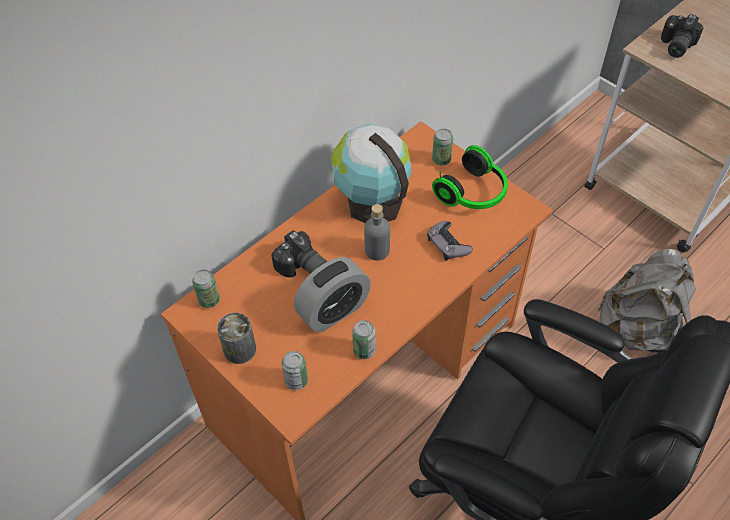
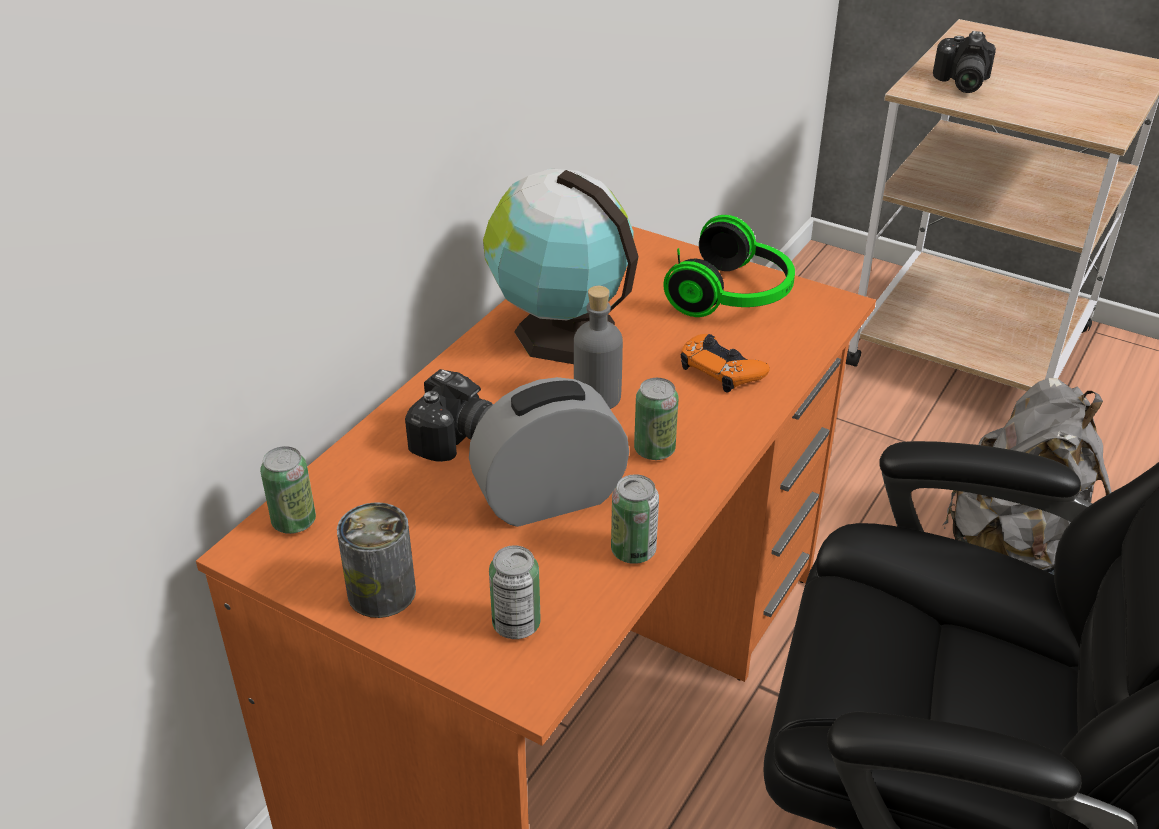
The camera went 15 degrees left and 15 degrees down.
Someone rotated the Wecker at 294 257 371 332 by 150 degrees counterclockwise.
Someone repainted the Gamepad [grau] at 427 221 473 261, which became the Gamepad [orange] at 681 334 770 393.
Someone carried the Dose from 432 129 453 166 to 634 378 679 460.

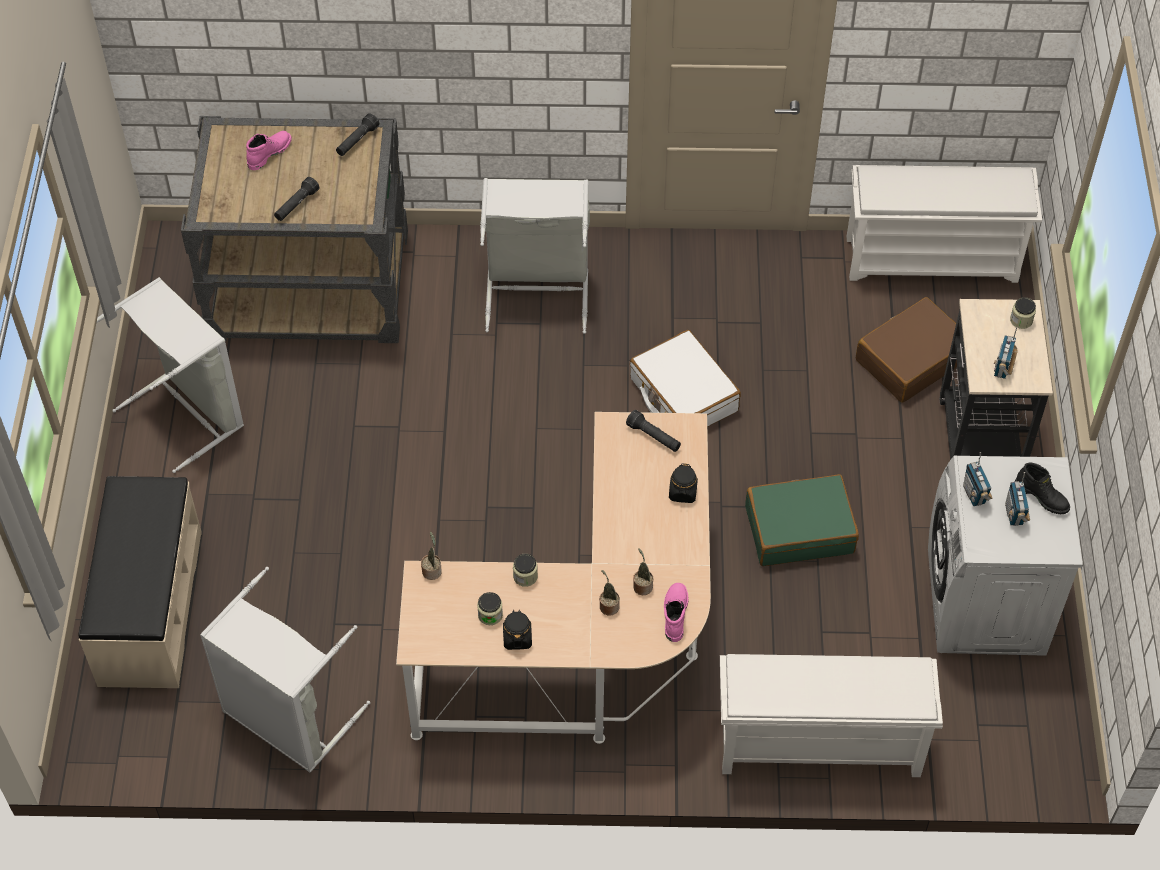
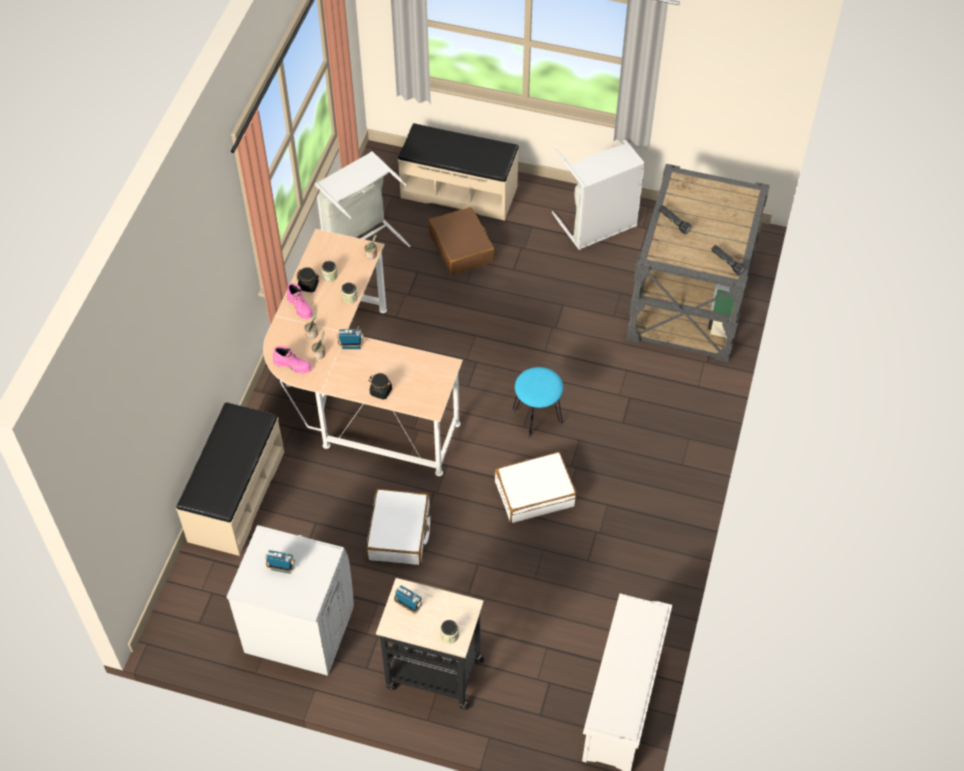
The camera went 105 degrees right and 0 degrees up.
Someone carried the Stiefel [rosa] from 246 131 292 170 to 287 283 313 319.
Someone took away the Wäschekorb [grau] at 480 178 590 334.
Someone took away the Taschenlampe [schwarz] at 626 410 681 452.
Someone swapped the Schuhregal [weiß] at 720 654 943 777 for the Bank [beige] at 176 402 284 556.
Someone repainted the Koffer [grün] at 745 474 859 566, which became the Koffer [weiß] at 366 489 430 565.
Someone carried the Koffer [braun] from 856 297 957 403 to 428 207 495 275.
Someone carried the Radio from 963 452 992 506 to 337 326 364 349.
Someone took away the Stiefel [schwarz] at 1015 463 1070 514.
Someone put down the Hocker [türkis] at 513 367 563 438.

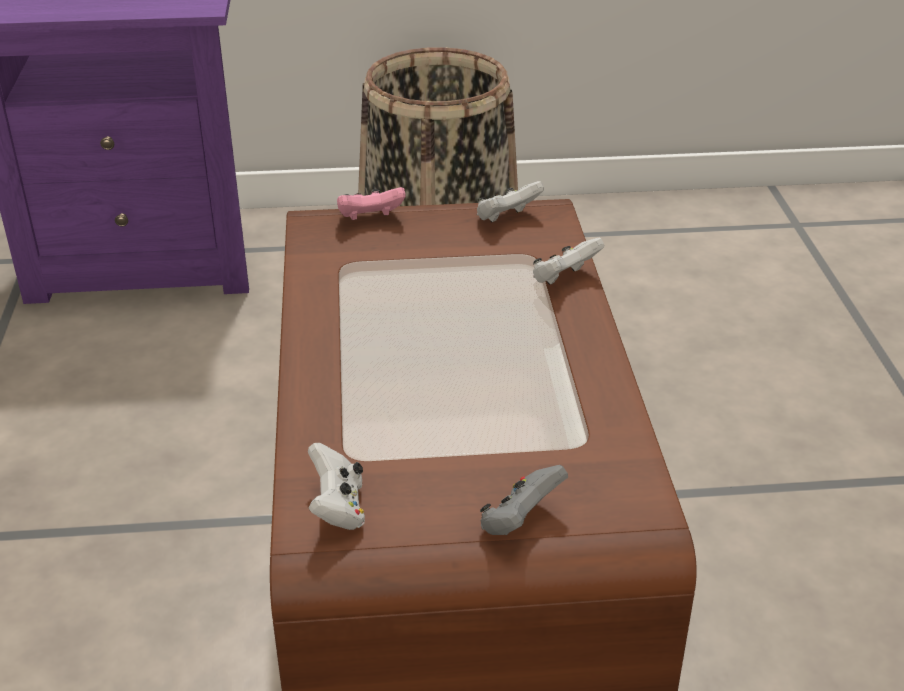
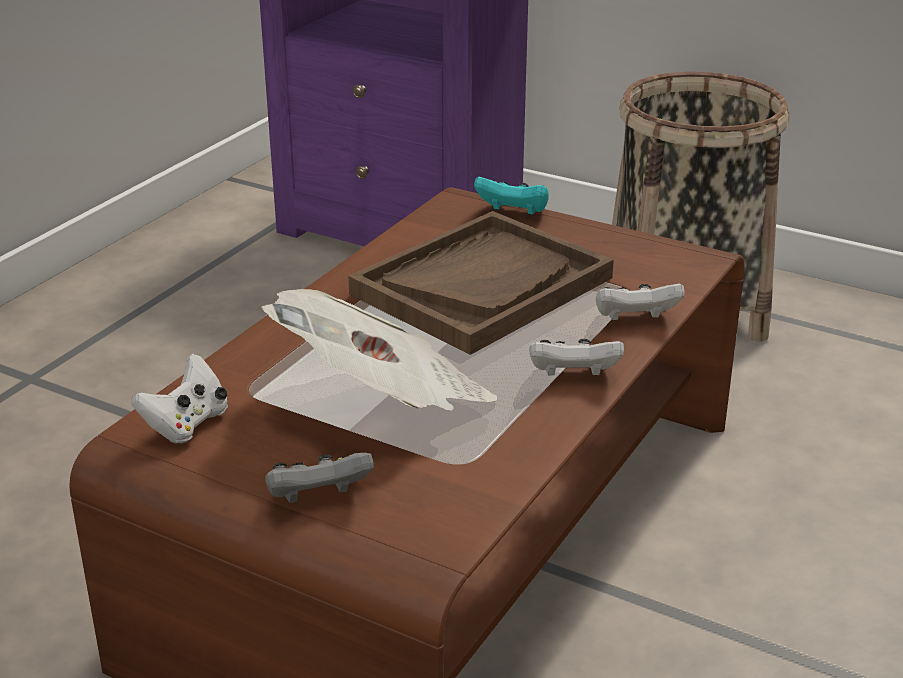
The camera went 35 degrees right and 5 degrees down.
Someone repainted the Gamepad [rosa] at 337 187 405 220, which became the Gamepad [türkis] at 474 177 549 215.
Someone carried the Gamepad [weiß] from 477 181 544 222 to 529 339 624 376.
Someone put down the Zeitung at 261 289 497 411.
Someone put down the Tablett [braun] at 348 211 614 355.

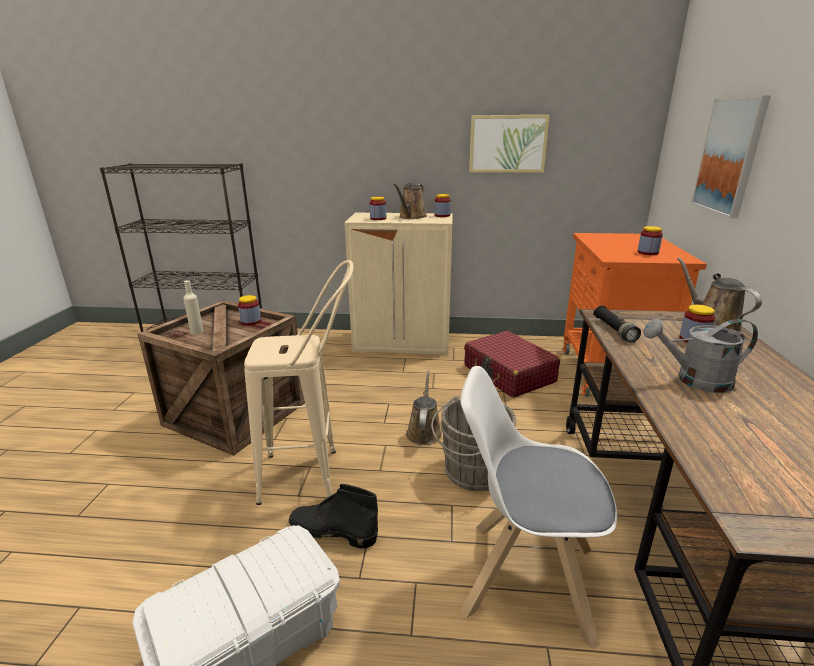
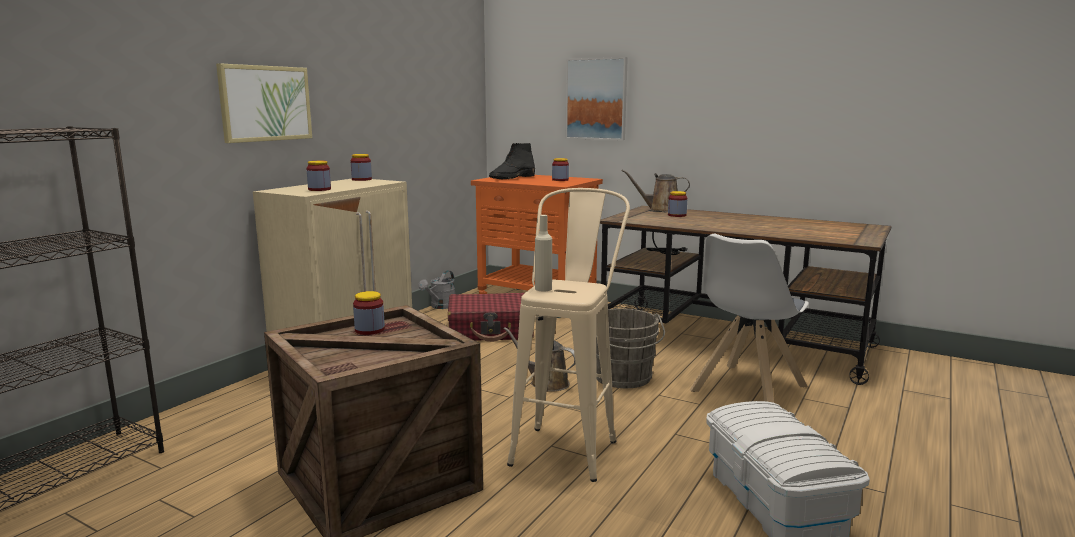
The camera went 65 degrees left and 10 degrees down.
Someone carried the Flasche [beige] from 183 280 204 335 to 535 215 552 291.
Someone carried the Stiefel [schwarz] from 289 484 378 549 to 489 143 535 179.
Someone took away the Gießkanne [braun] at 393 183 427 219.
Someone carried the Bild from 469 115 550 173 to 216 63 312 143.
Someone took away the Taschenlampe [schwarz] at 593 306 641 342.
Someone carried the Gießkanne [grau] from 643 318 758 393 to 418 270 455 309.

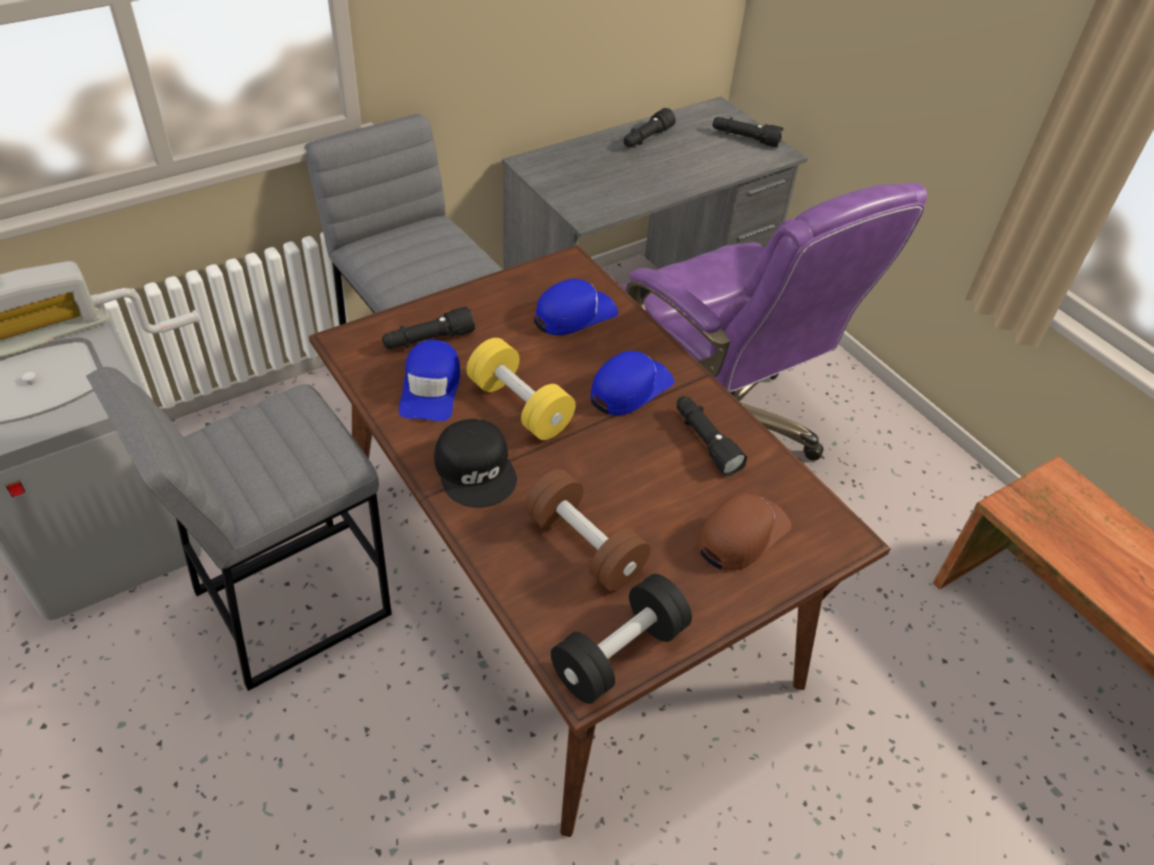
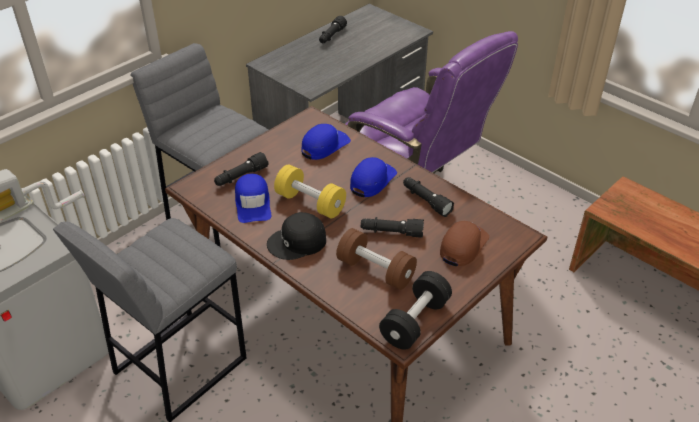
The camera went 10 degrees left and 5 degrees down.
Someone rotated the Kappe [schwarz] at 434 419 517 508 by 105 degrees clockwise.
Someone carried the Taschenlampe [schwarz] from 713 117 783 148 to 361 217 424 238.

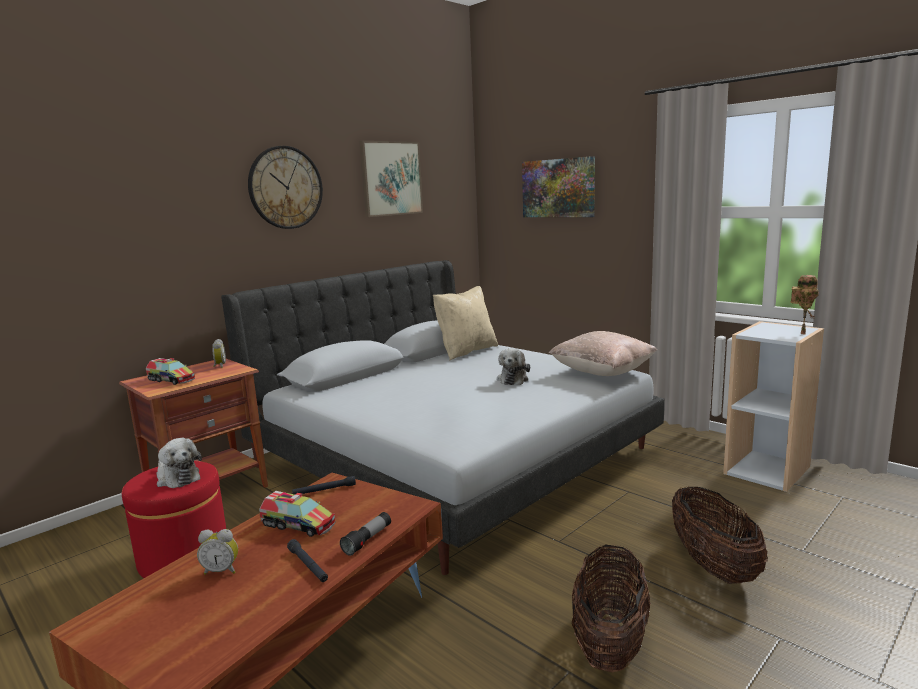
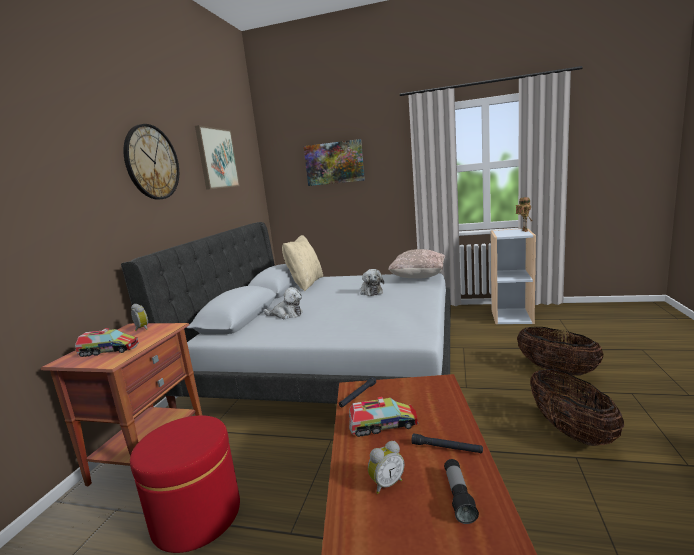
The camera went 30 degrees left and 0 degrees up.
Someone carried the Plüschtier from 156 438 202 488 to 263 287 303 320.
Someone carried the Taschenlampe from 340 512 391 556 to 444 459 479 524.

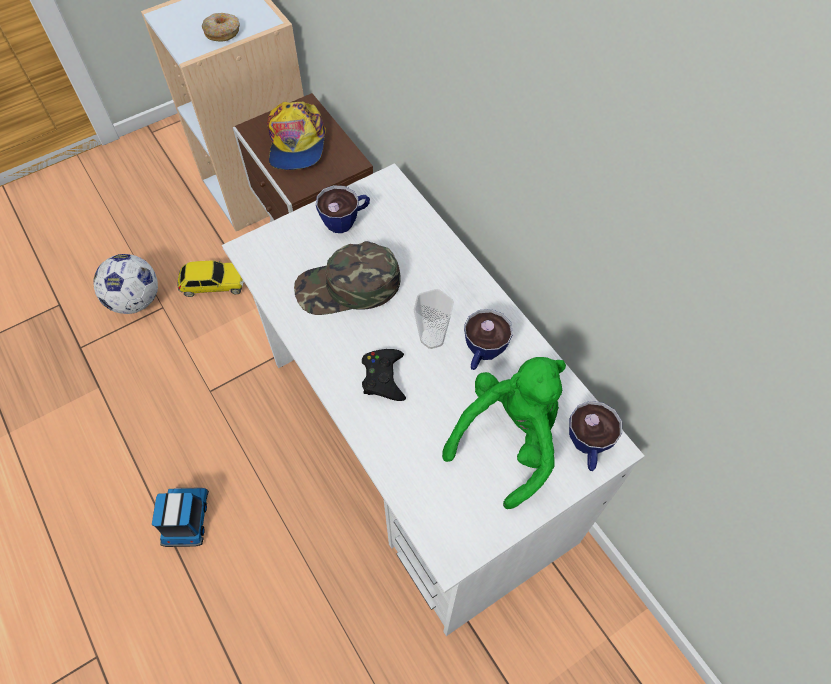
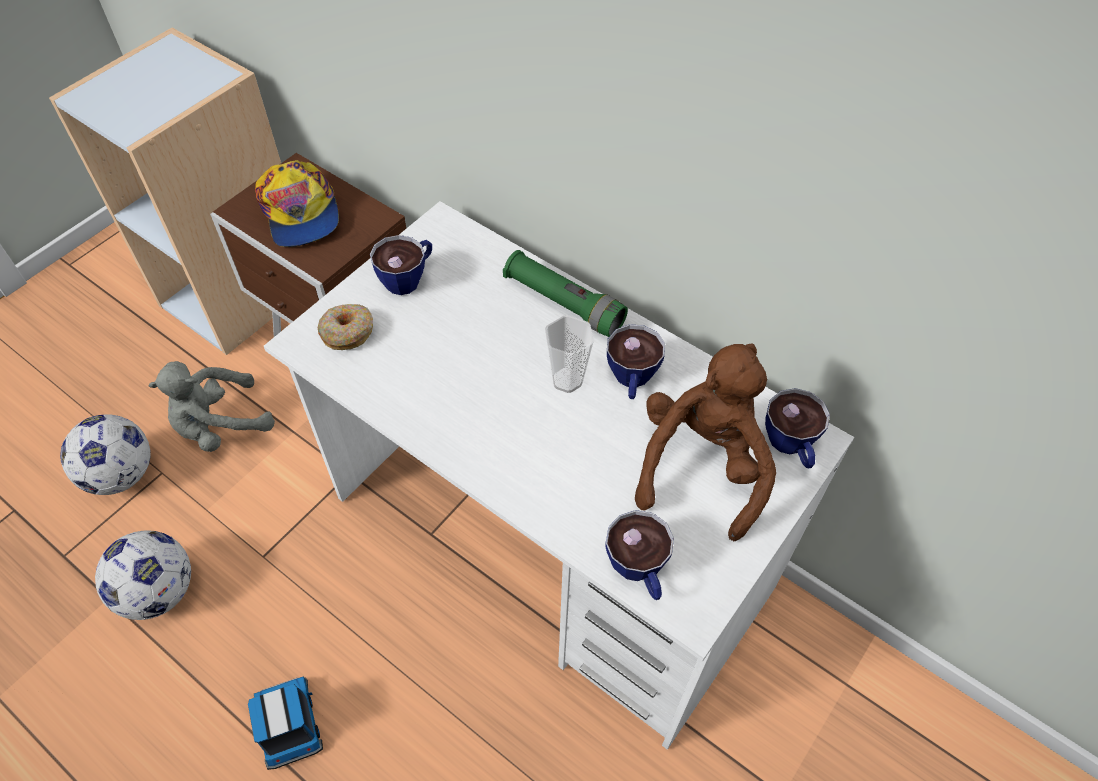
The camera went 20 degrees left and 5 degrees down.
Someone swapped the Spielzeugauto at 178 260 244 297 for the Plüschtier [grau] at 149 361 275 452.
Someone carried the Donut from 202 13 240 42 to 318 304 373 350.
Someone took away the Kappe [grün] at 294 241 401 315.
Someone took away the Gamepad [schwarz] at 362 349 406 401.
Someone repainted the Plüschtier [grün] at 442 357 566 509, which became the Plüschtier [braun] at 635 343 776 542.
Someone put down the Fußball at 95 530 191 620.
Someone put down the Taschenlampe [grün] at 503 250 628 337.
Someone put down the Tasse at 606 510 674 600.

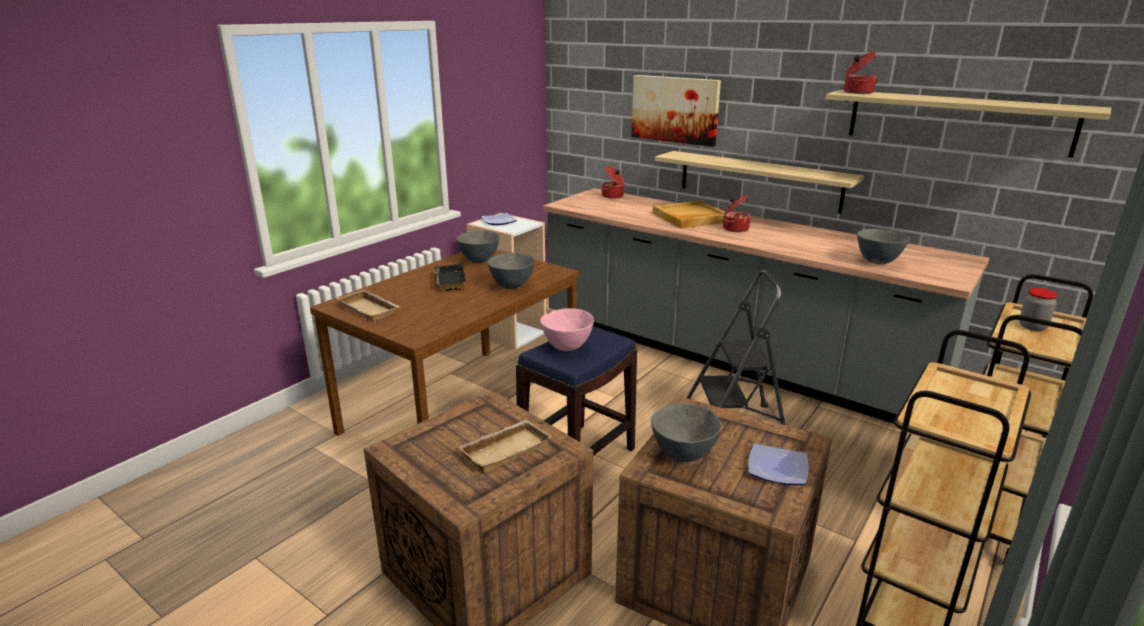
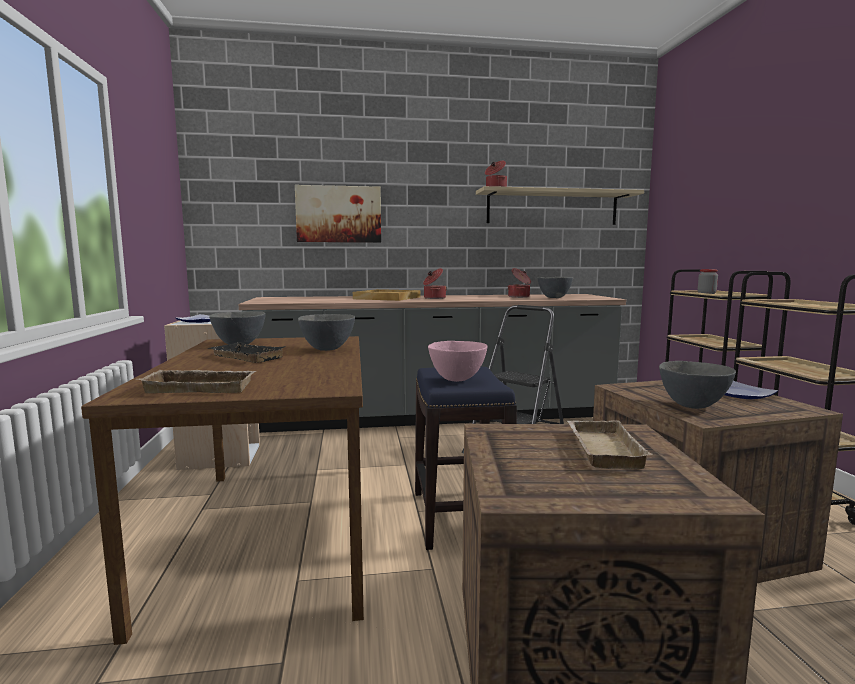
The camera went 45 degrees left and 15 degrees down.
Someone carried the Kochtopf from 601 166 625 199 to 508 268 531 298.
Someone took away the Wandregal at 655 151 864 214.

